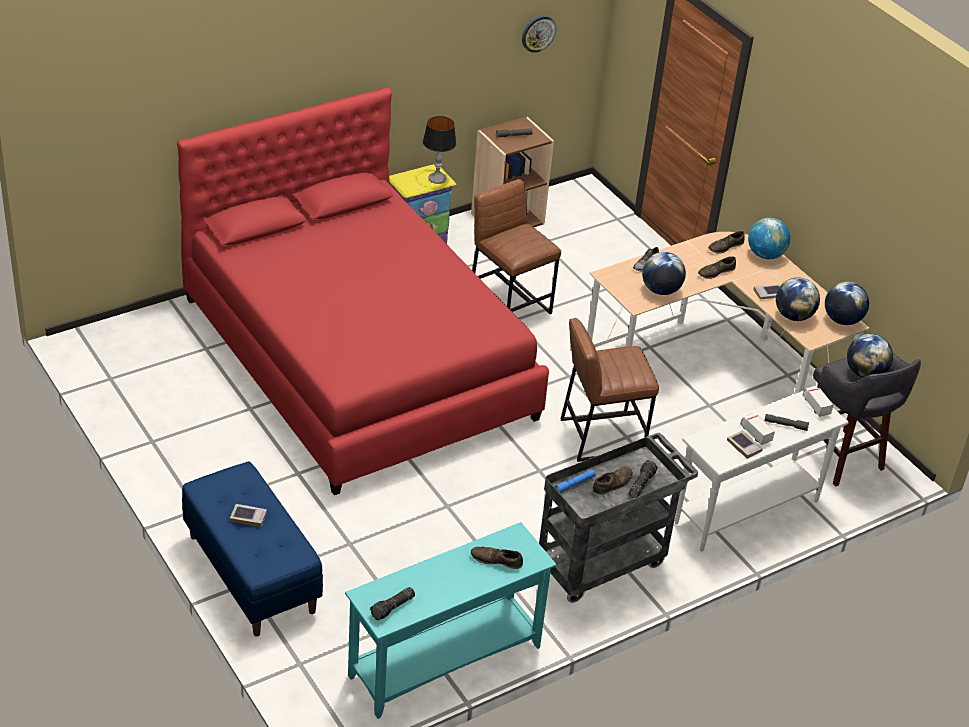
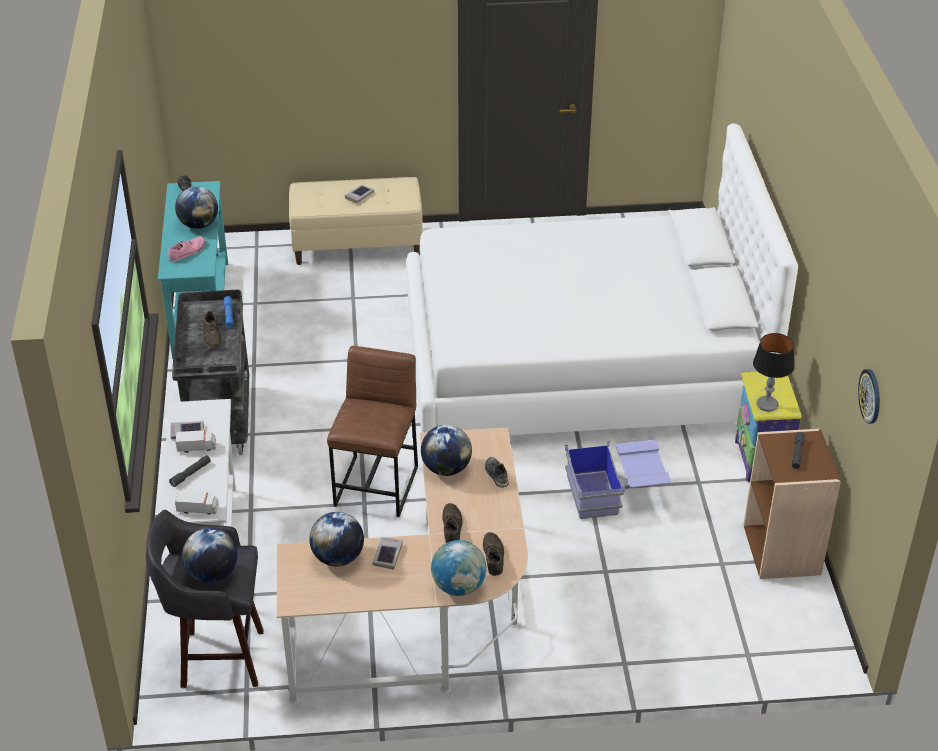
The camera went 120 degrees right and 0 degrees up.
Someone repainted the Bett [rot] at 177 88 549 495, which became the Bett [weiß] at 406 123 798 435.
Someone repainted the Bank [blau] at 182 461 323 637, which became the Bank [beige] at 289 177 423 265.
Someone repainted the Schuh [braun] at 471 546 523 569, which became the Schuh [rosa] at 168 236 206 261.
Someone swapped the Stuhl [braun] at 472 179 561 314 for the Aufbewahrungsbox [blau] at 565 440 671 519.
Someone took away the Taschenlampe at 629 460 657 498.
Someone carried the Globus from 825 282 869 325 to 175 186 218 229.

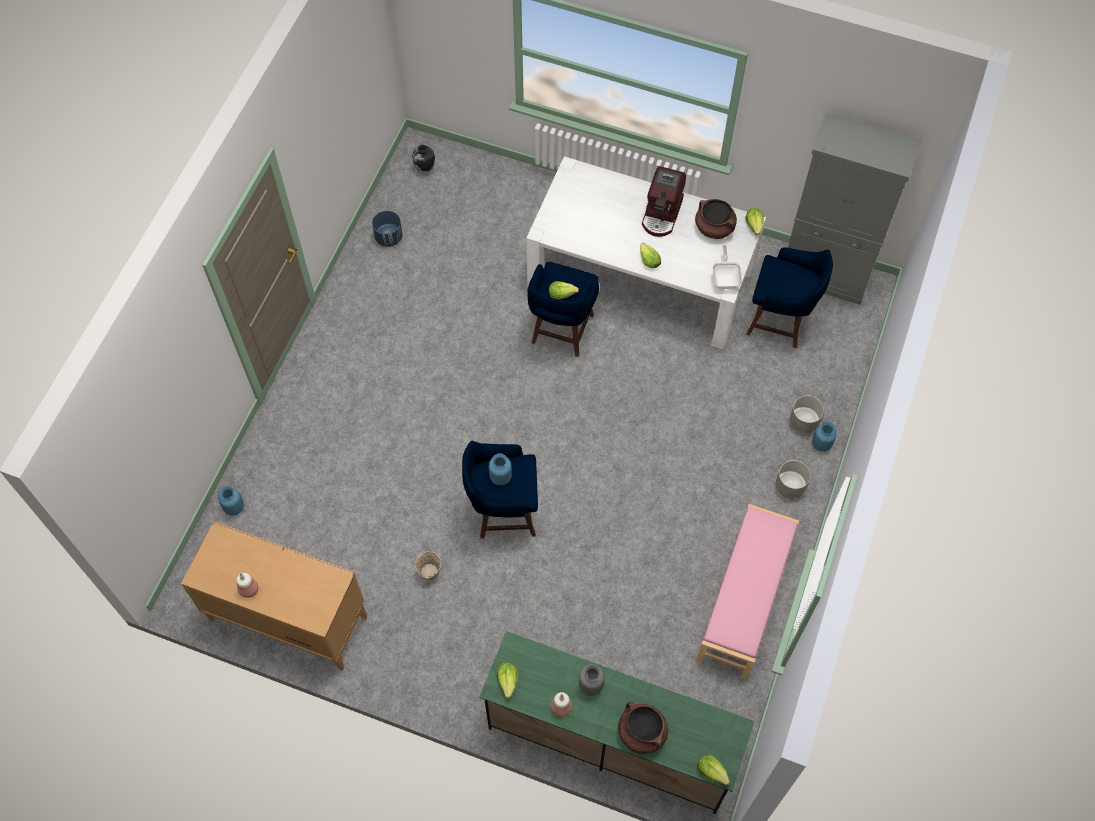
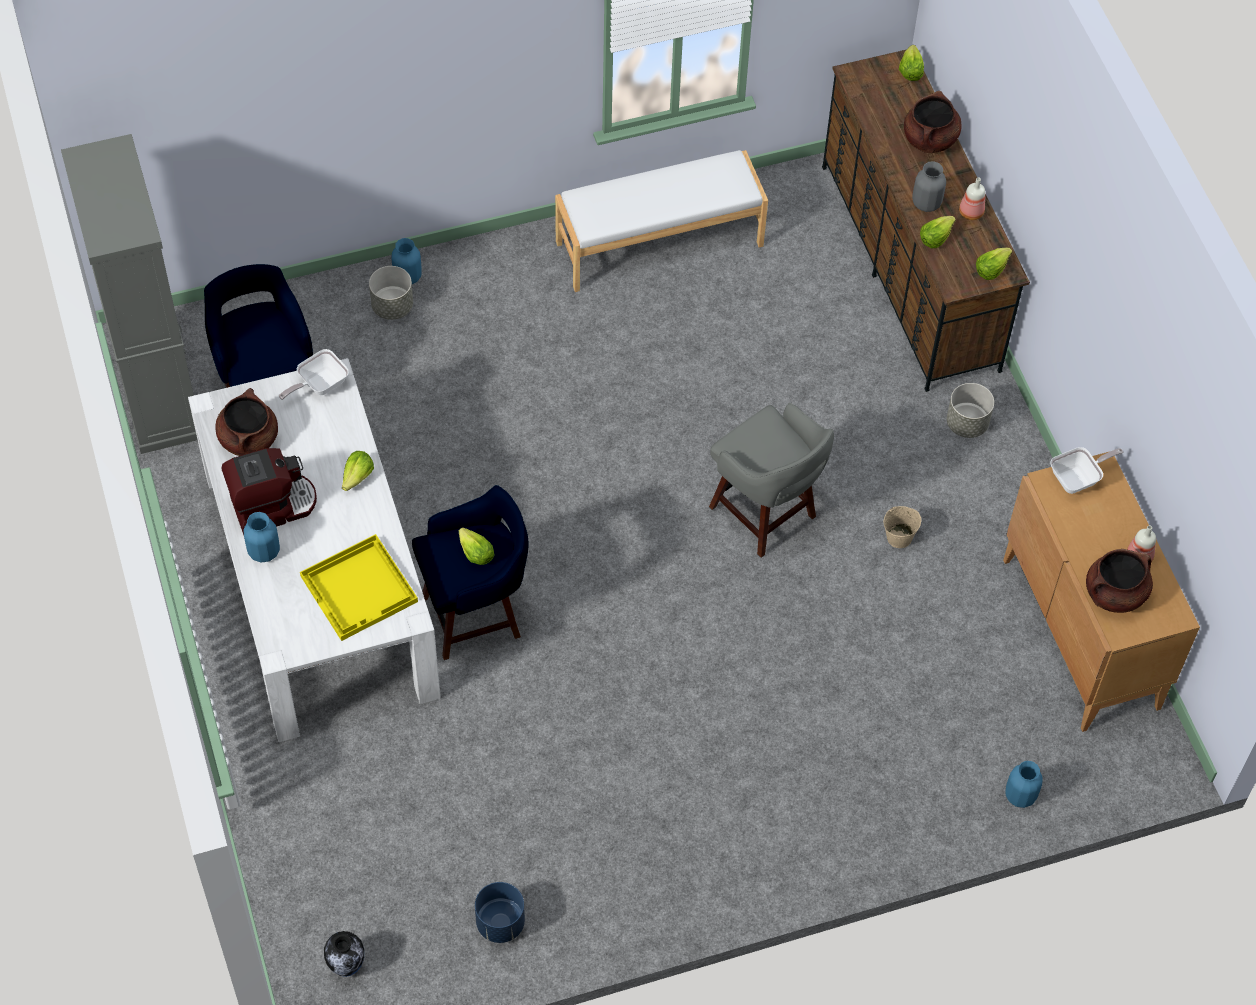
The camera went 130 degrees left and 5 degrees down.
Someone repainted the Hocker [blau] at 462 441 538 539, which became the Hocker [grau] at 709 403 834 558.
Someone repainted the Kommode [grün] at 479 631 754 814, which became the Kommode [braun] at 822 49 1030 392.
Someone carried the Vase [blau] from 489 453 512 485 to 243 512 280 562.
Someone repainted the Bank [rosa] at 696 504 799 680, which became the Bank [weiß] at 555 150 768 292.
Someone carried the Salatkopf from 745 208 764 235 to 920 216 956 249.
Someone carried the Pflanzkübel [grau] from 776 460 811 499 to 947 383 994 438.
Someone put down the Tablett [gelb] at 300 534 418 641.
Someone put down the Pfanne at 1050 447 1123 494.
Someone put down the Kochtopf [braun] at 1086 549 1153 613.

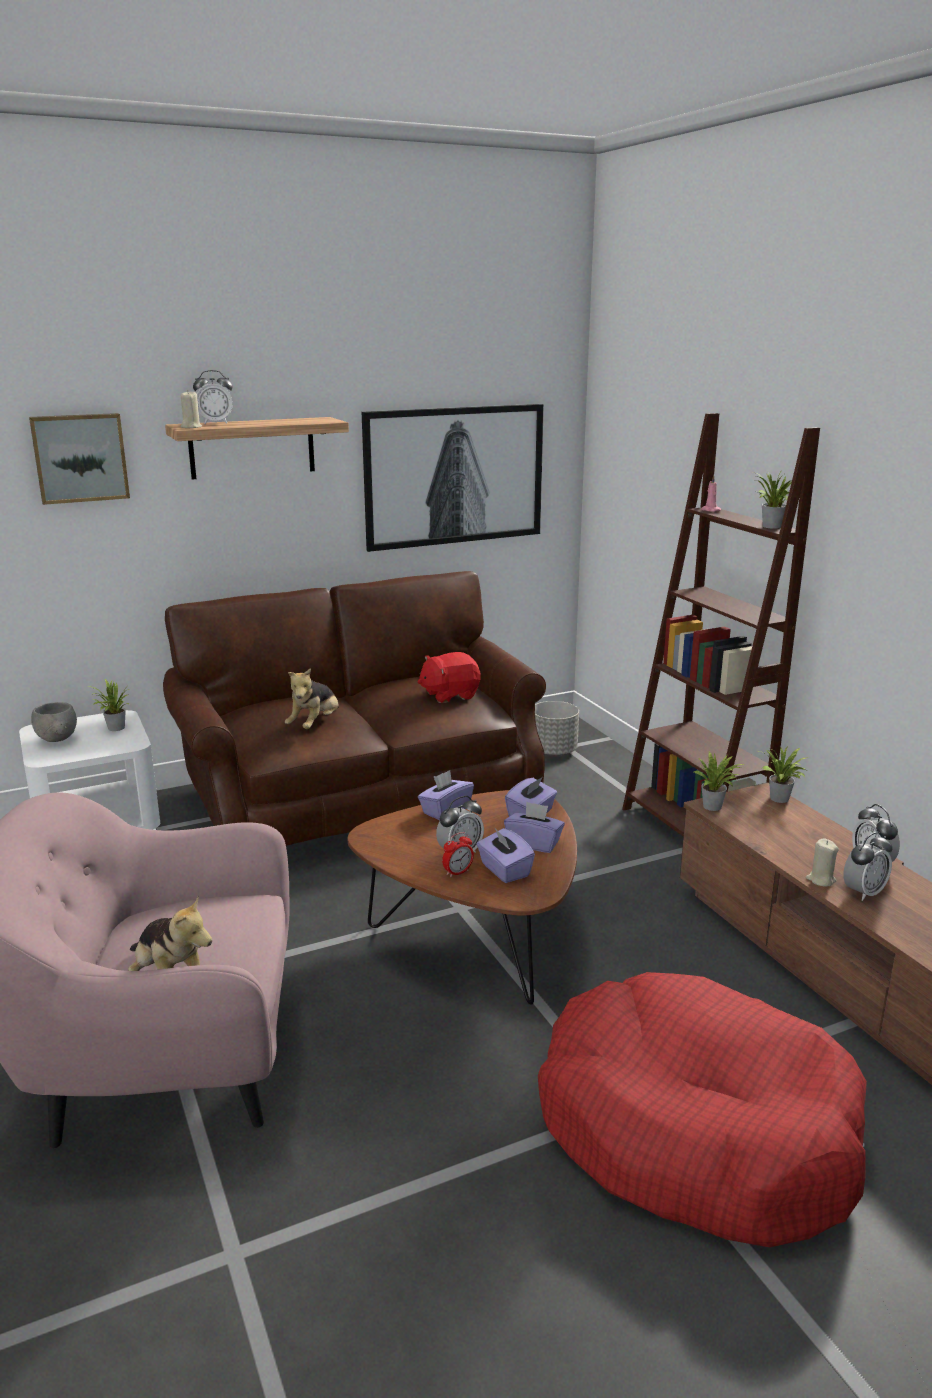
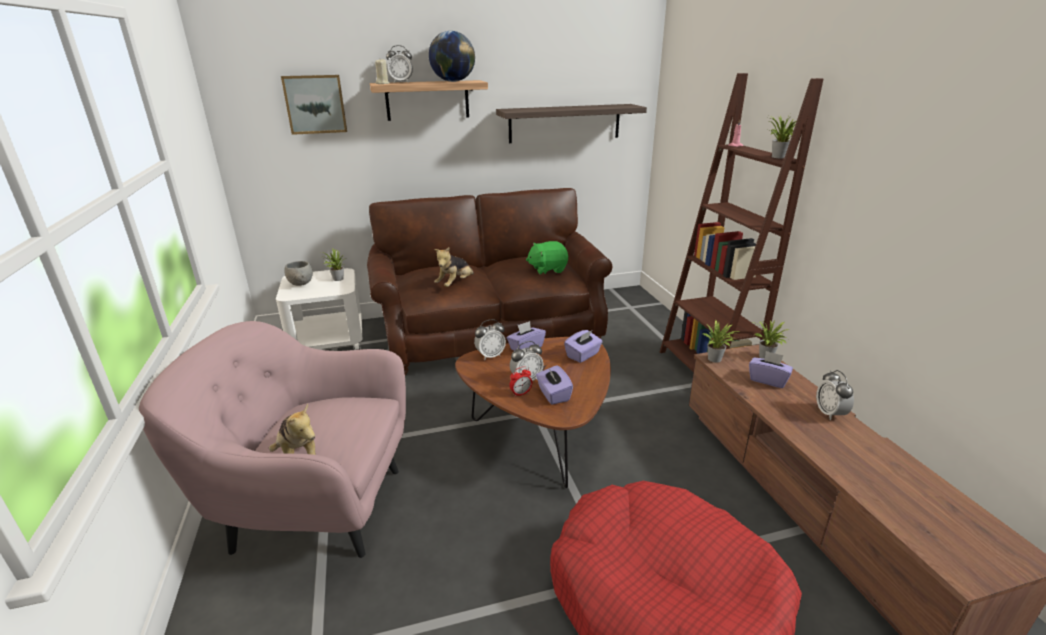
The camera went 10 degrees right and 5 degrees up.
Someone swapped the Bild at 362 404 544 552 for the Wandregal at 496 104 647 143.
Someone repainted the Plüschtier [rot] at 418 652 481 703, which became the Plüschtier [grün] at 526 241 568 275.
Someone carried the Taschentuchbox [lila] from 504 801 565 853 to 749 351 793 388.
Someone took away the Pflanzkübel [grau] at 535 701 579 756.
Someone took away the Kerze [beige] at 806 838 839 886.
Someone carried the Wecker from 843 832 893 901 to 474 319 506 360.
Someone put down the Globus at 429 31 475 82.

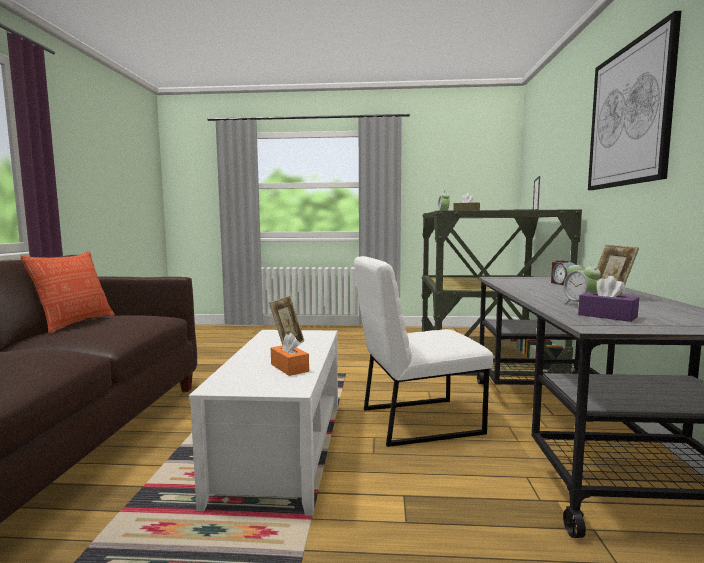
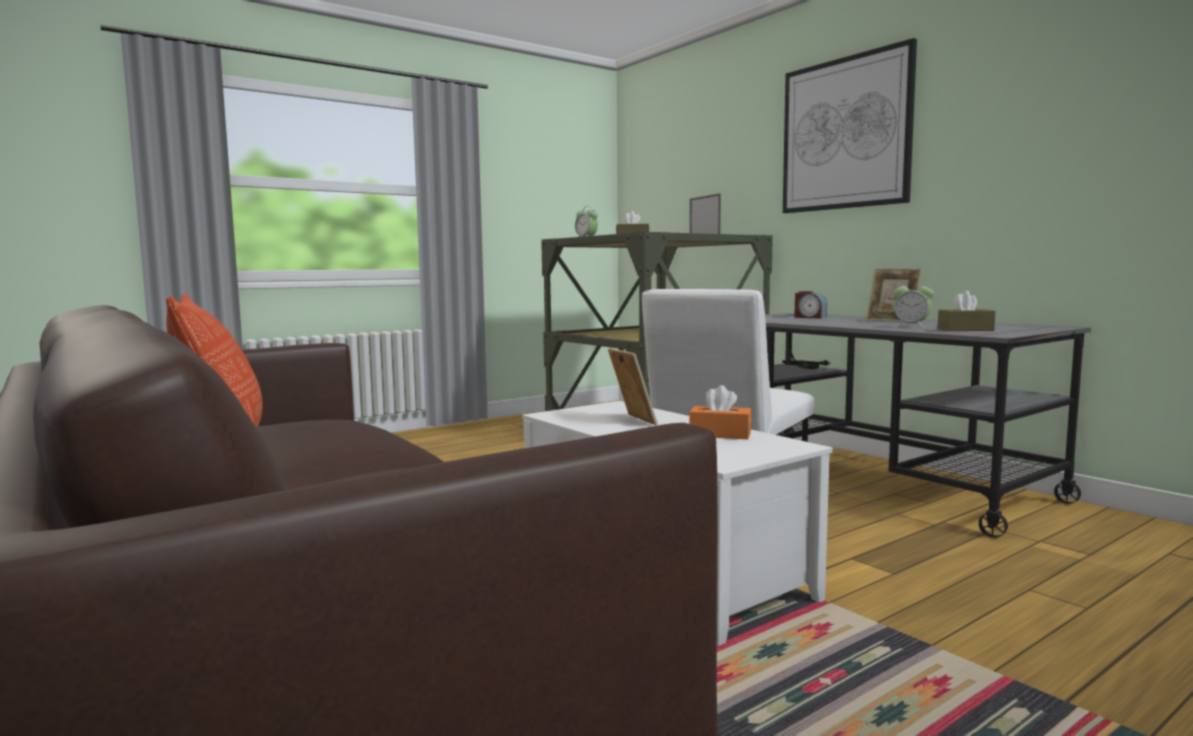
The camera went 40 degrees left and 0 degrees up.
Someone repainted the Taschentuchbox [lila] at 578 276 639 322, which became the Taschentuchbox [braun] at 938 291 996 331.

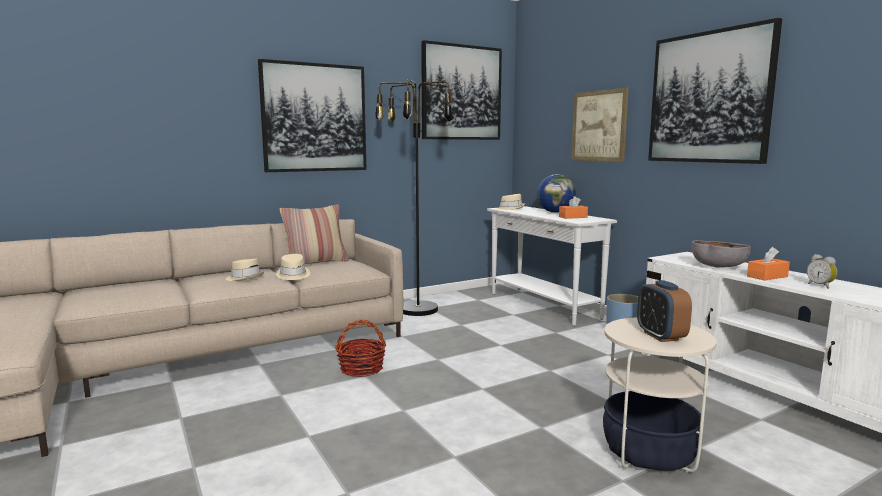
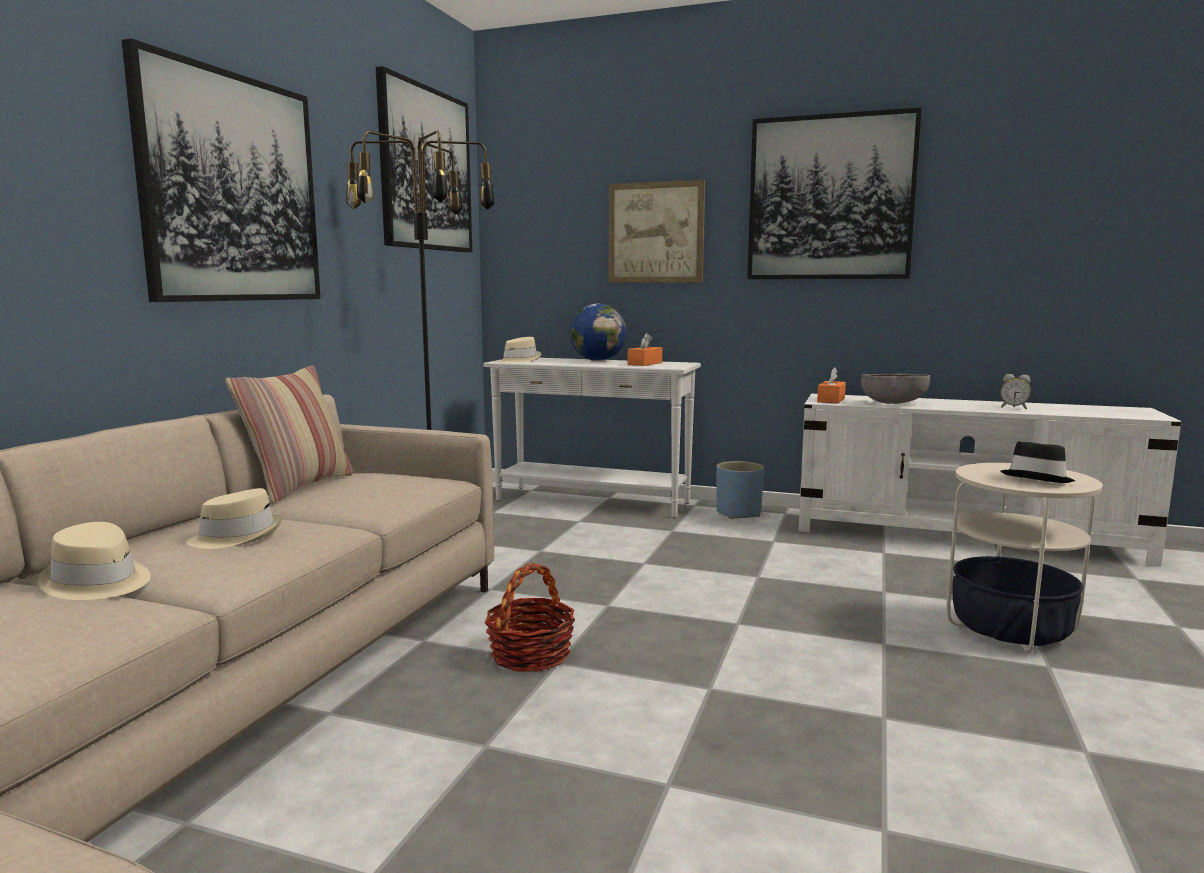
The camera went 40 degrees left and 0 degrees up.
Someone carried the Hut [beige] from 276 254 310 280 to 38 522 151 600.
Someone swapped the Wecker at 637 280 692 342 for the Hut [schwarz] at 1000 442 1075 483.
Someone carried the Taschentuchbox [orange] from 747 247 790 281 to 817 367 846 404.

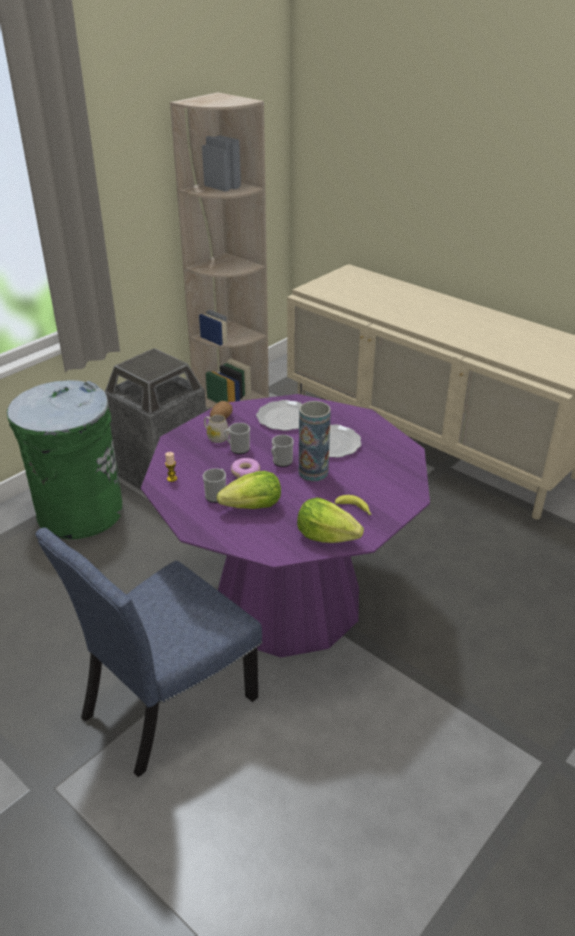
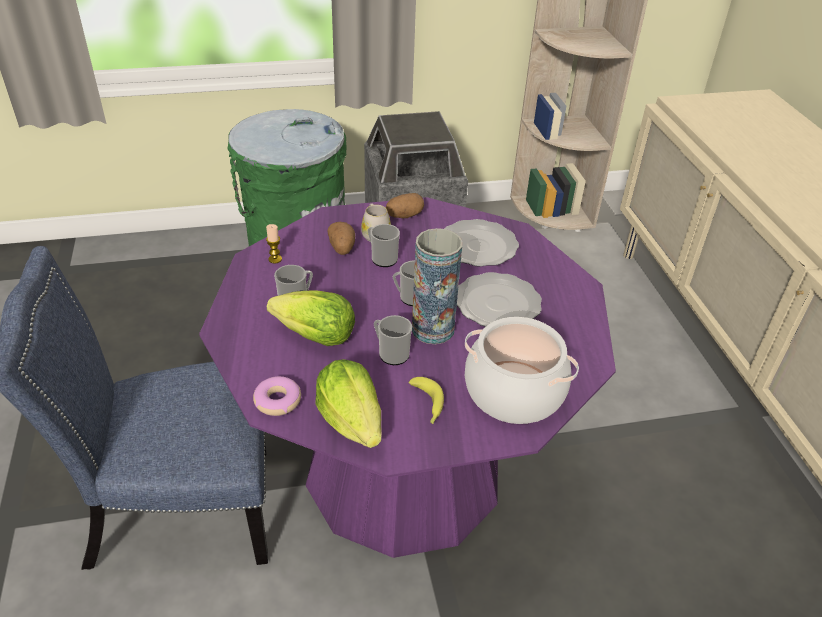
The camera went 35 degrees right and 5 degrees up.
Someone carried the Donut from 231 458 260 478 to 253 376 301 416.
Someone put down the Kartoffel at 328 222 355 255.
Someone put down the Henkelbecher at 374 315 412 365.
Someone put down the Kochtopf at 465 317 579 424.

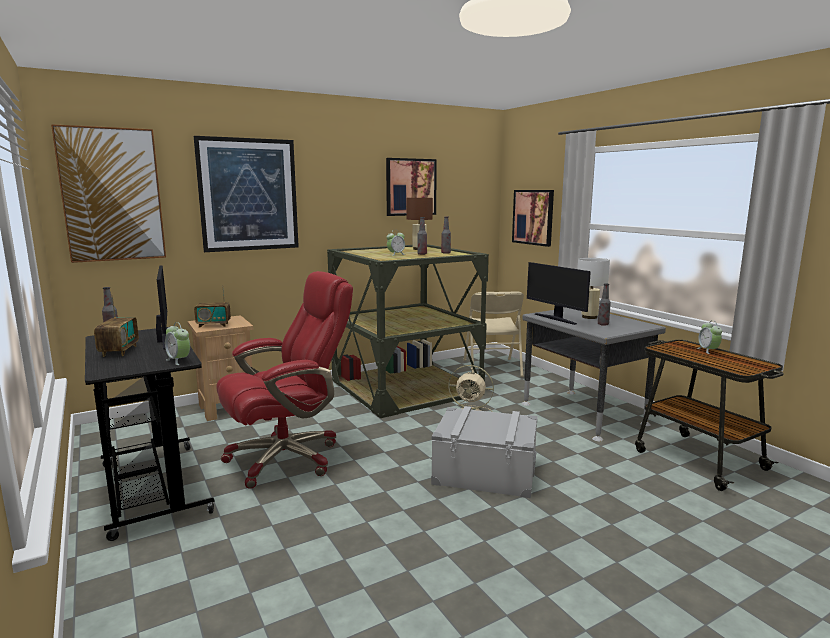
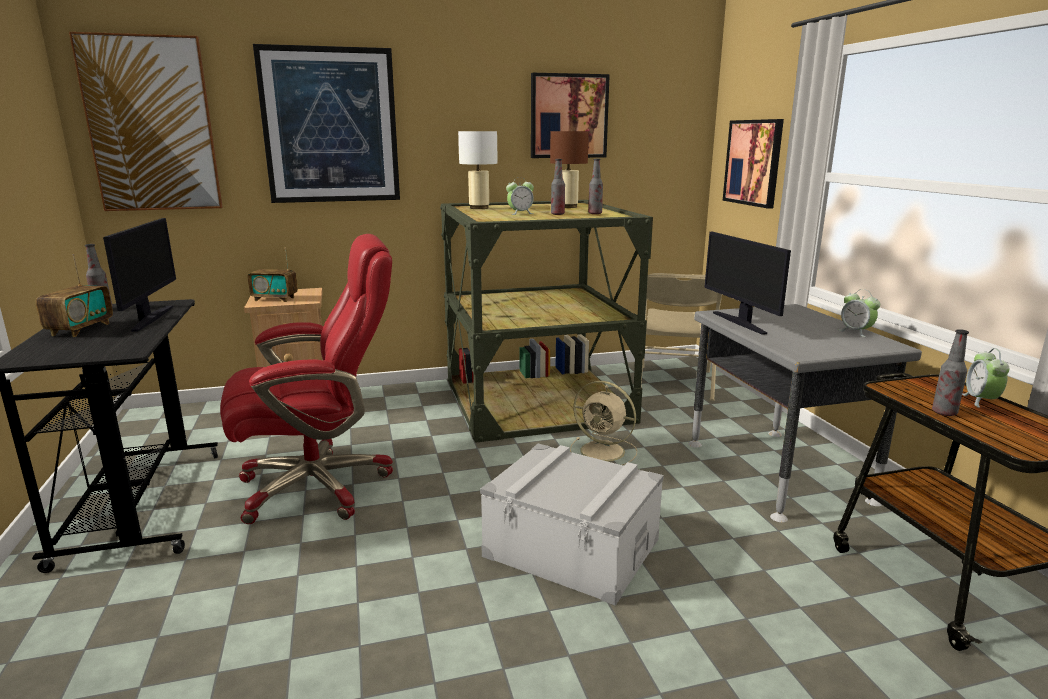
The camera went 15 degrees right and 5 degrees up.
Someone carried the Wecker from 165 322 190 365 to 839 289 880 337.
Someone carried the Tischlampe [weiß] from 577 258 610 319 to 458 131 497 209.
Someone carried the Flasche from 598 283 611 326 to 932 329 969 416.

